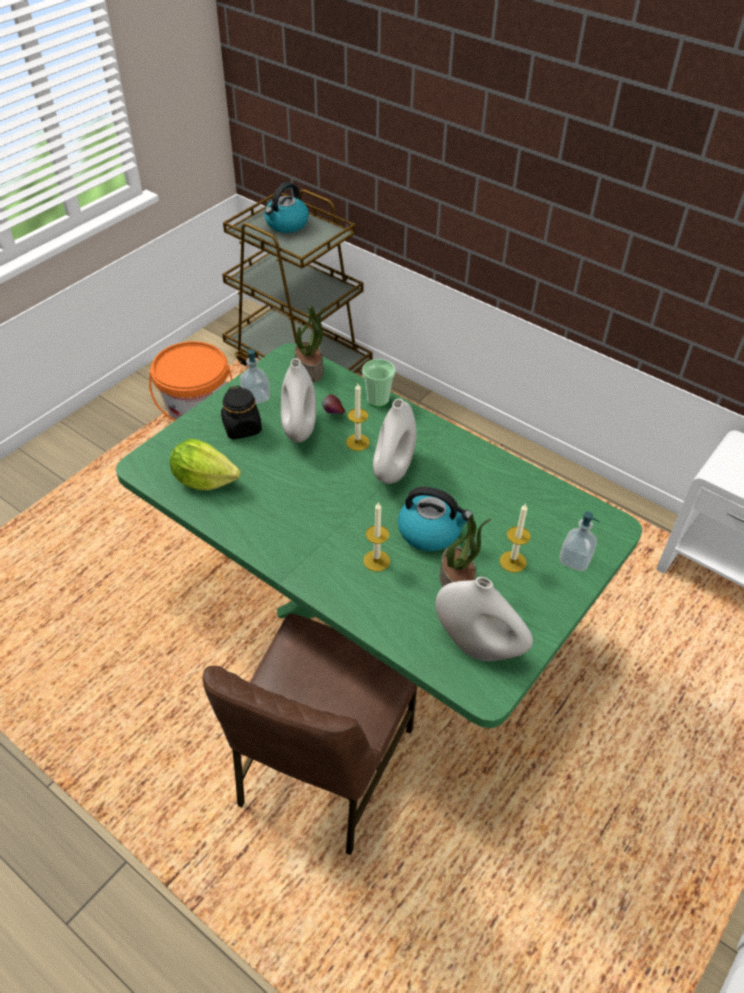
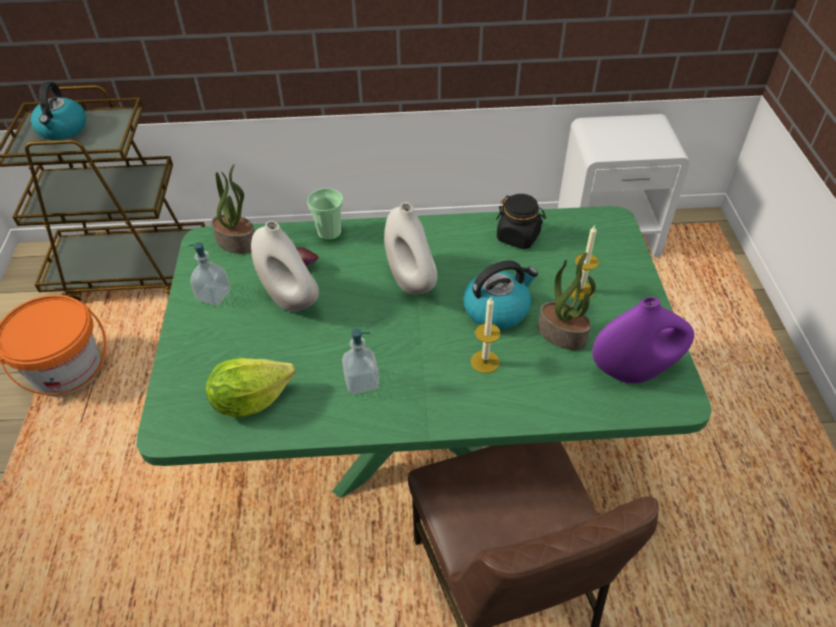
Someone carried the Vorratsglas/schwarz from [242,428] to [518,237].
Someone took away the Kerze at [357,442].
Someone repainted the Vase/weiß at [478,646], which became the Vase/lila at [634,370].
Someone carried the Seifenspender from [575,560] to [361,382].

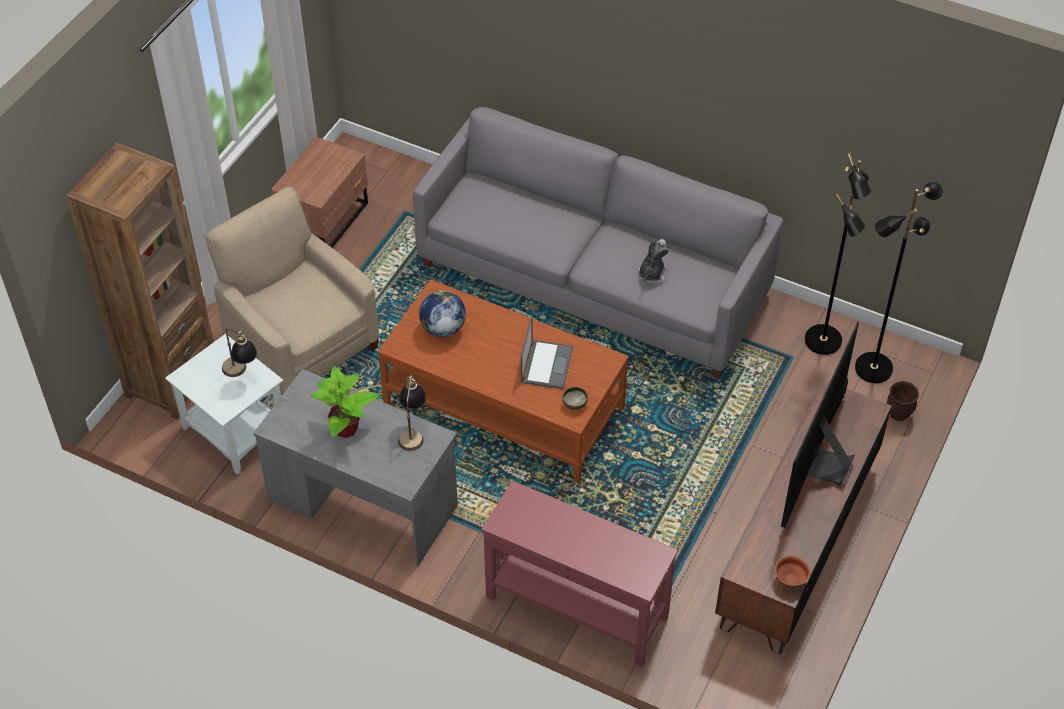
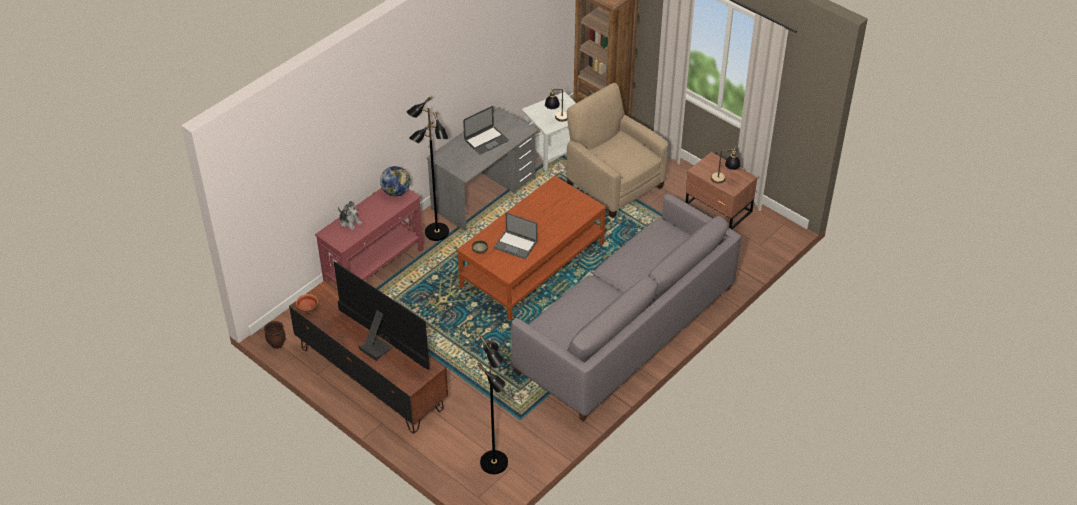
Someone rotated the Sessel/beige at [300,343] by 105 degrees counterclockwise.
Someone swapped the Topfpflanze at [346,429] for the Laptop at [486,140].
Someone carried the Tischlampe from [412,431] to [724,180].
Someone carried the Globus from [443,328] to [396,192].
Someone carried the Plüschtier from [651,274] to [350,222].
Someone carried the Stehlampe/schwarz from [824,341] to [436,233].
Someone carried the Pflanzkübel/braun from [897,414] to [277,344].

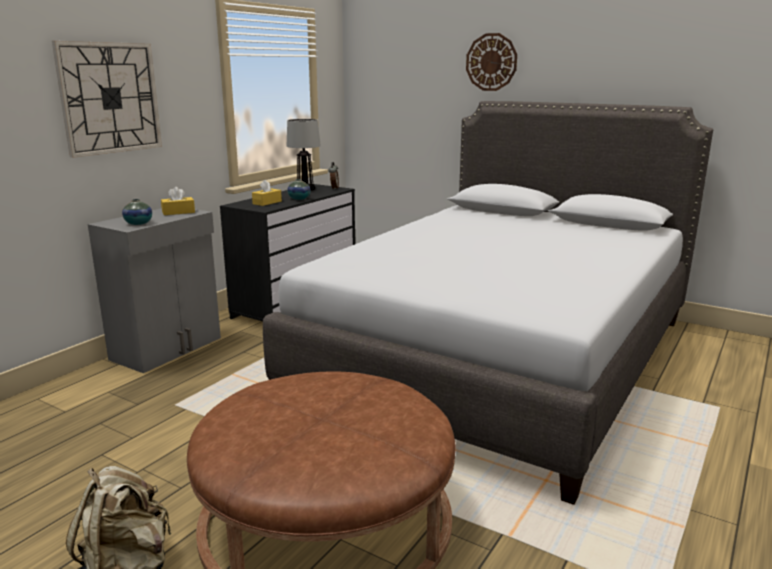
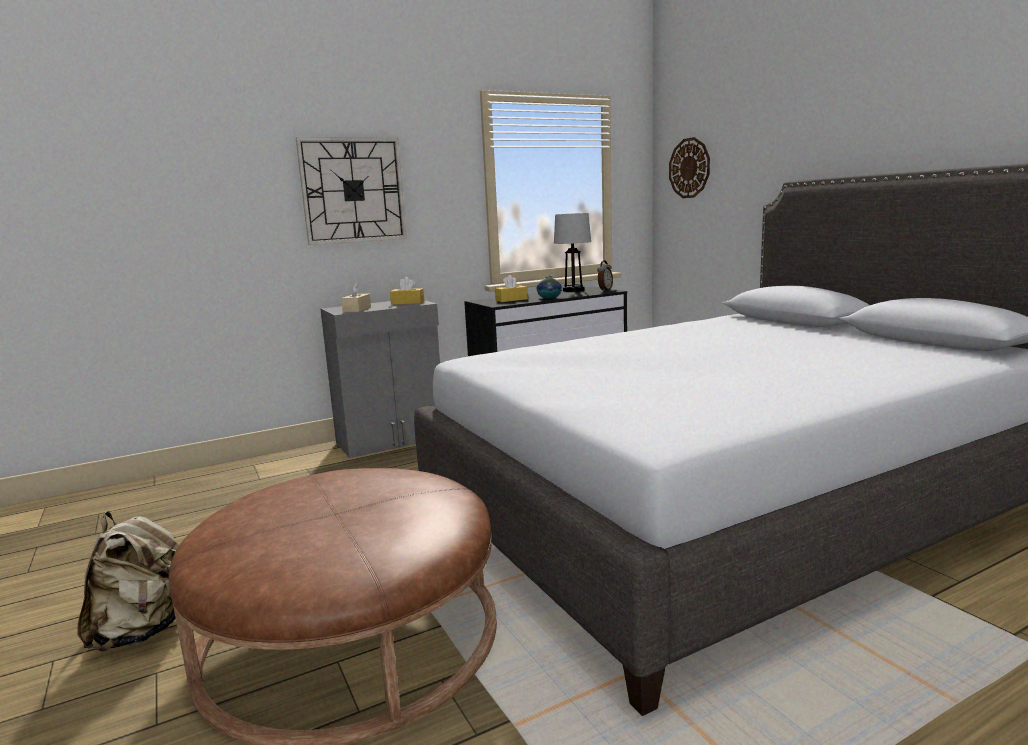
Someone swapped the Vase at [138,223] for the Taschentuchbox/beige at [357,309].
Someone carried the Wanduhr from [491,62] to [689,168].

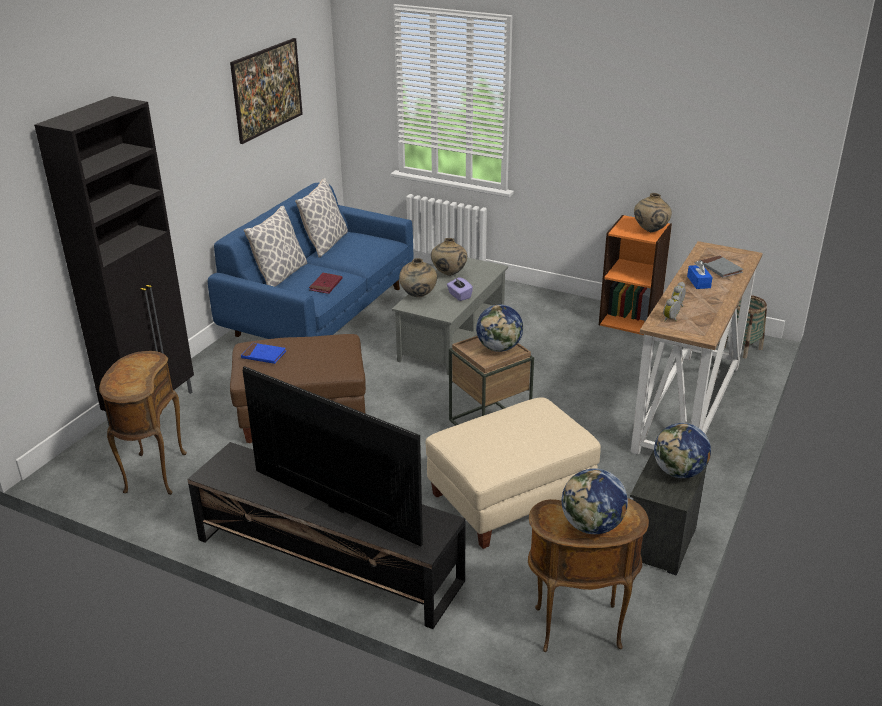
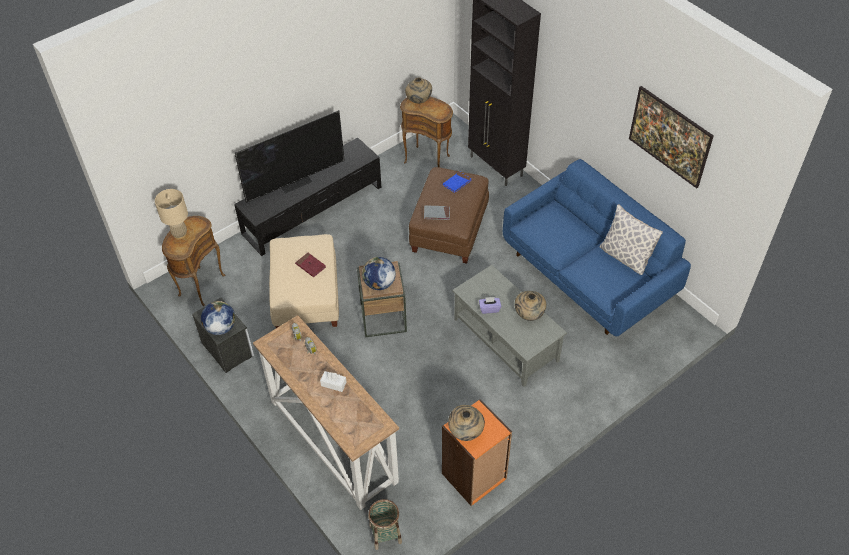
Someone took away the Kissen at [280,275].
Someone carried the Buch/rot from [326,285] to [310,266].
Someone carried the Vase/beige from [418,296] to [418,102].
Someone swapped the Globus at [592,526] for the Tischlampe/beige at [179,234].
Someone repainted the Taschentuchbox/blau at [698,282], which became the Taschentuchbox/weiß at [333,384].
Someone carried the Buch/grau from [720,268] to [436,213].

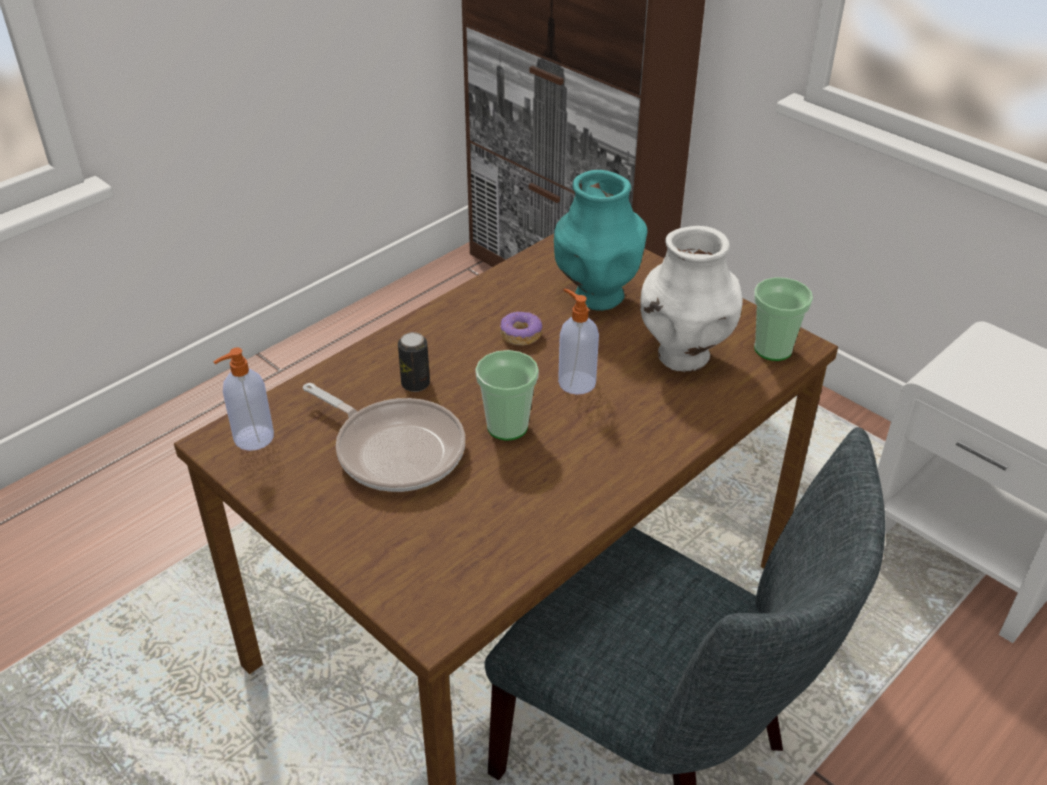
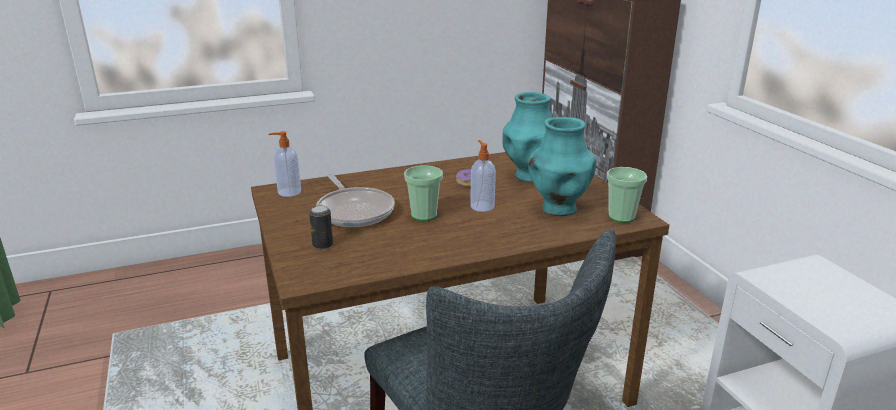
Someone carried the Dose from [415,384] to [322,245].
Someone repainted the Vase/weiß at [683,357], which became the Vase/türkis at [558,209].

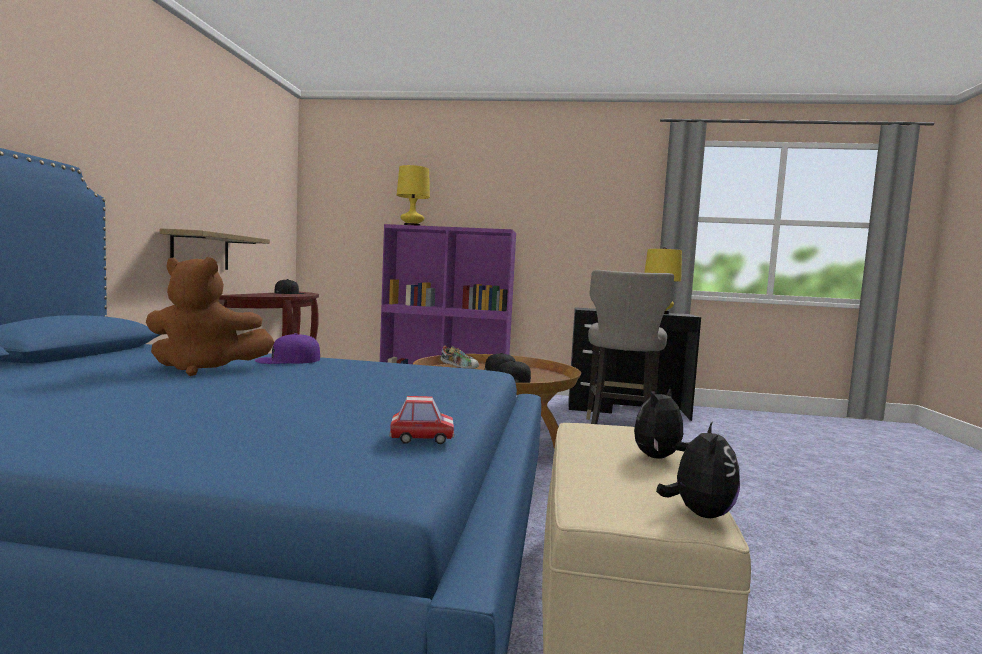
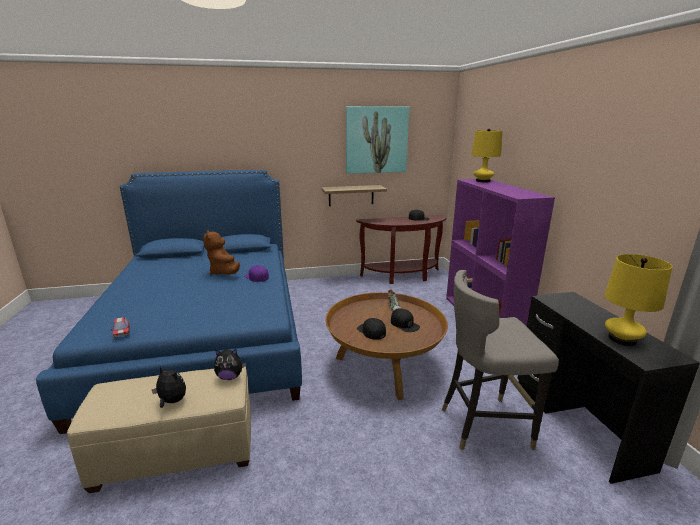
Someone carried the Plüschtier from [699,514] to [230,377].
Someone put up the Bild at [376,140].

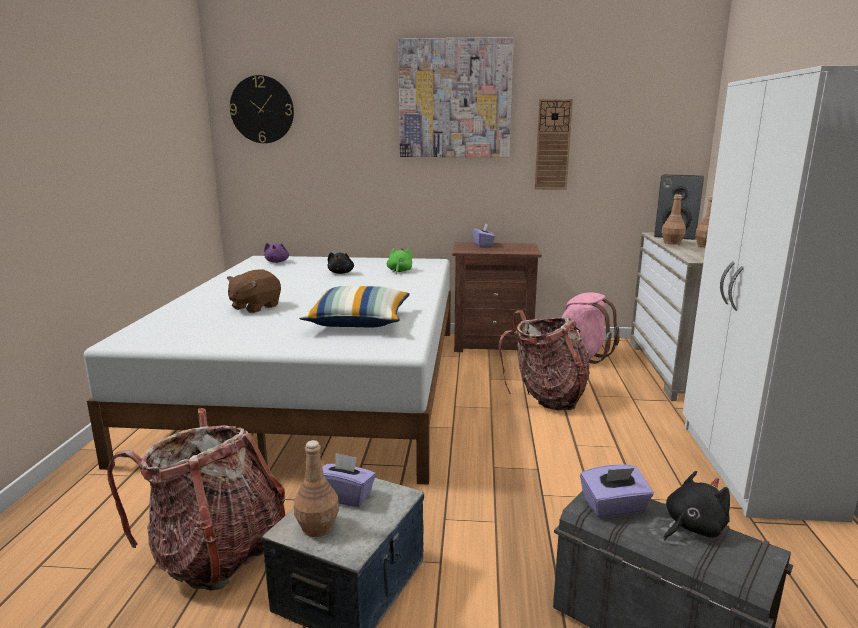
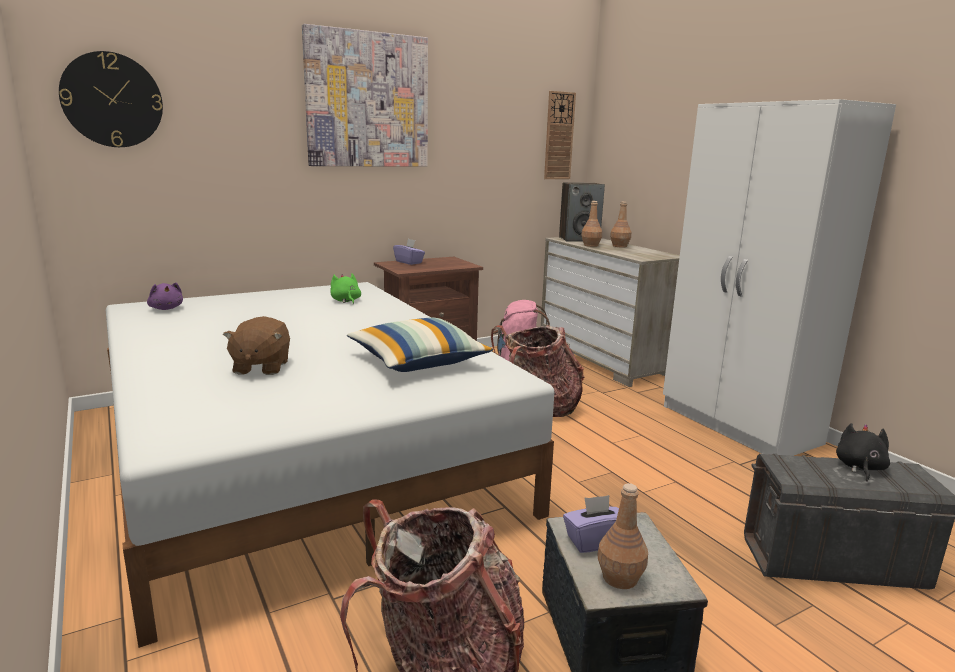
Someone took away the Plüschtier/schwarz at [341,273].
Someone carried the Wanduhr from [553,145] to [559,136].
Someone took away the Taschentuchbox/lila at [614,507].

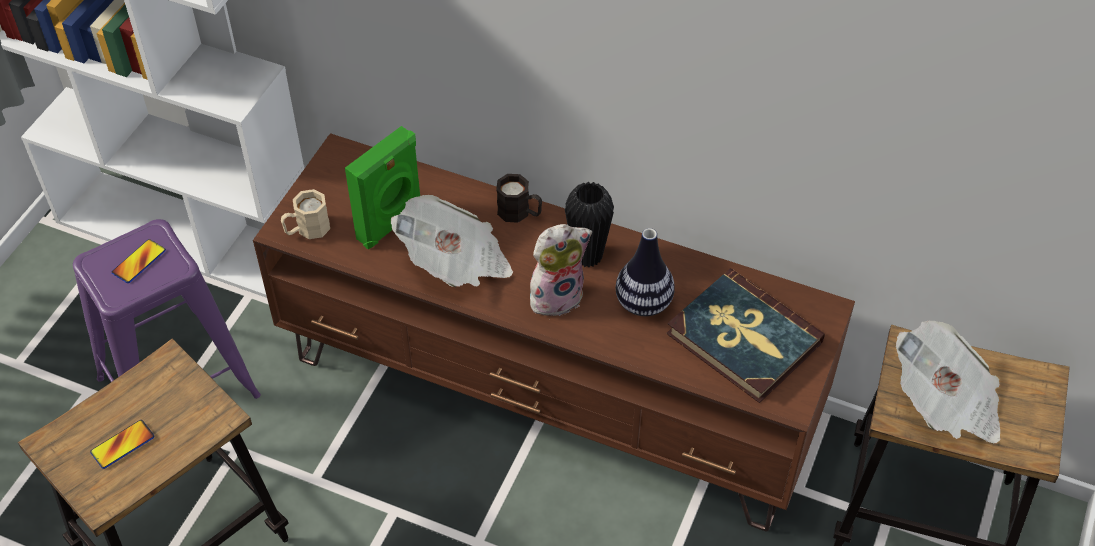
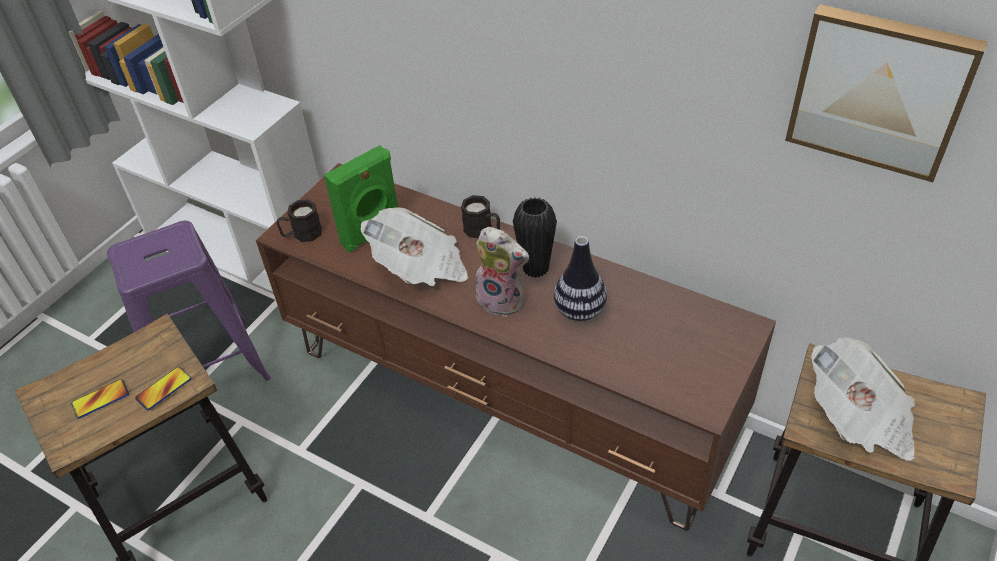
Someone carried the Handy from [139,262] to [164,389].
Someone repainted the Henkelbecher/beige at [307,229], which became the Henkelbecher/schwarz at [302,234].
Someone rotated the Plüschtier at [556,295] by 45 degrees clockwise.
Someone took away the Buch at [743,339].
Someone put up the Bild at [880,90].

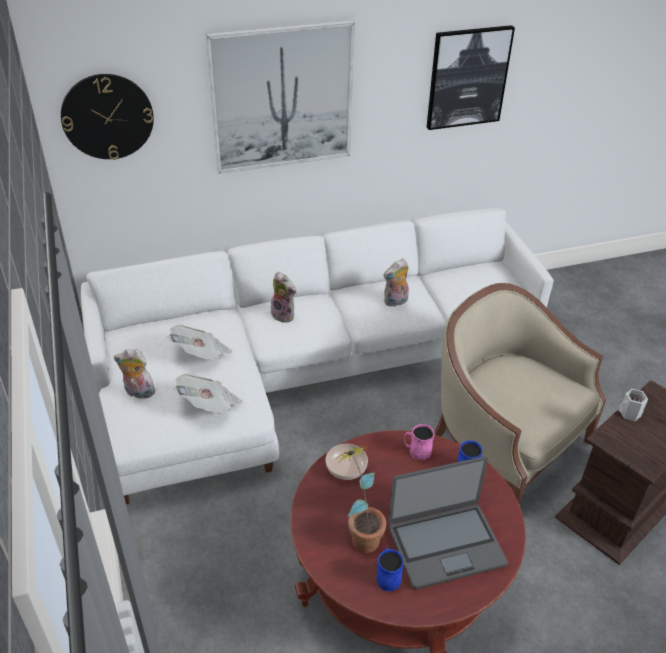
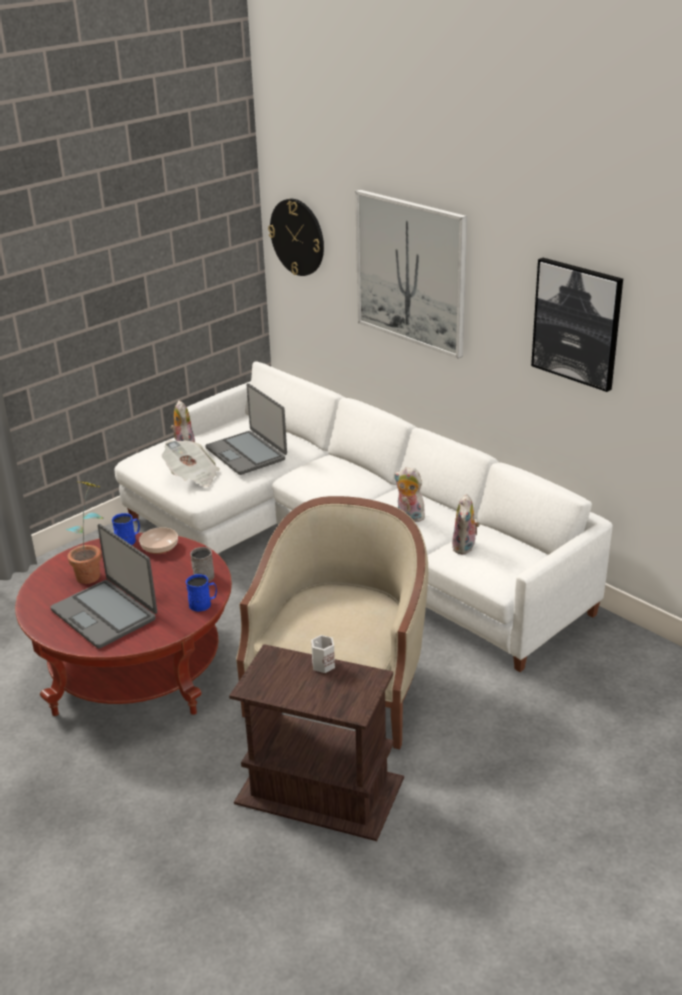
Someone swapped the Zeitung at [201,354] for the Laptop at [247,453].
Someone carried the Plüschtier from [284,315] to [465,547].
Someone carried the Henkelbecher/blau from [387,576] to [128,540].
Someone repainted the Henkelbecher/rosa at [417,451], which became the Henkelbecher/grau at [203,574].

